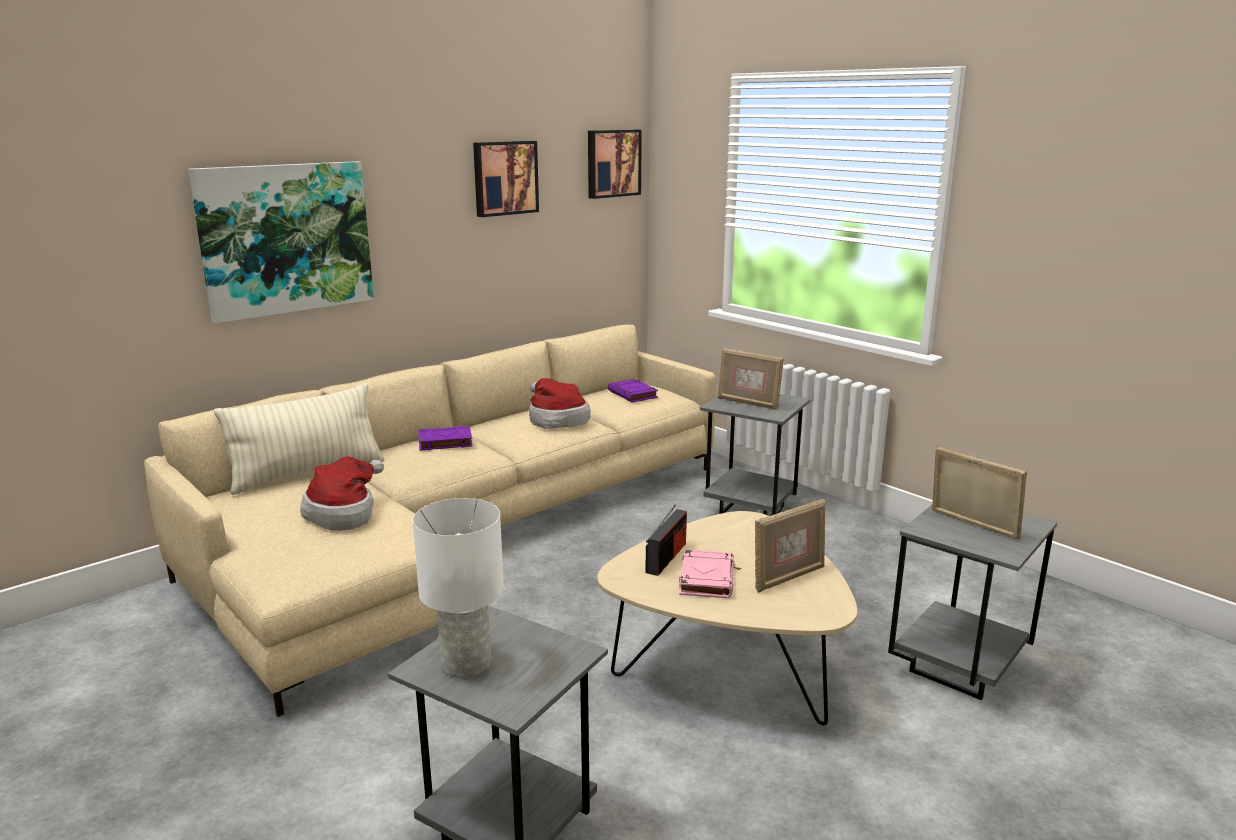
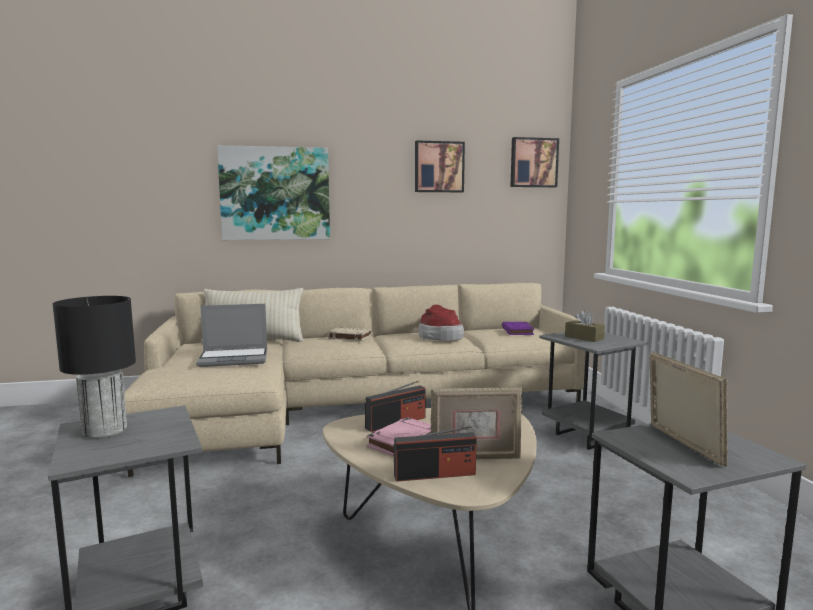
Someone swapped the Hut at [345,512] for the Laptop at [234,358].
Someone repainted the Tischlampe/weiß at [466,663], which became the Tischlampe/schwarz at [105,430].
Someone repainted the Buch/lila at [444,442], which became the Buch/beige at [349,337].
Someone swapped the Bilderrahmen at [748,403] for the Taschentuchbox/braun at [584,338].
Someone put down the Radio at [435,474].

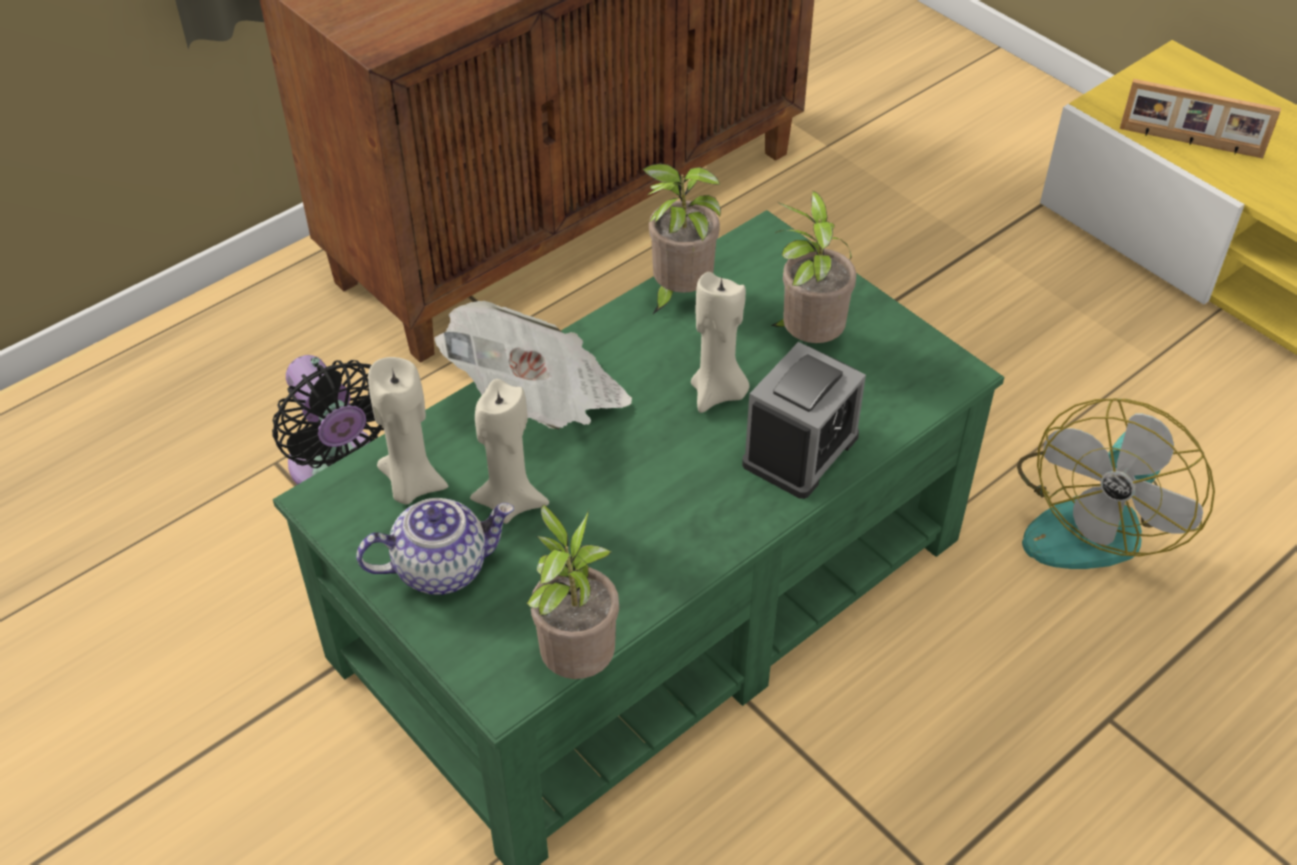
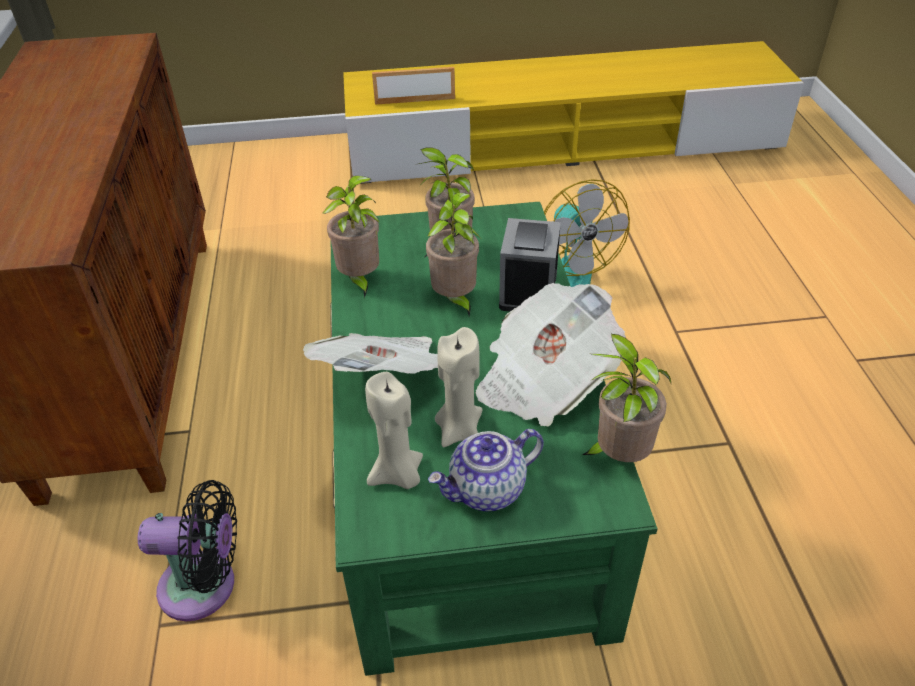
Someone rotated the Teekanne at [442,567] by 135 degrees counterclockwise.
Someone swapped the Kerze/beige at [718,393] for the Topfpflanze at [455,300].
Someone rotated the Wecker at [800,450] by 150 degrees counterclockwise.
Someone rotated the Bilderrahmen at [1190,143] by 150 degrees counterclockwise.
Someone put down the Zeitung at [544,380].

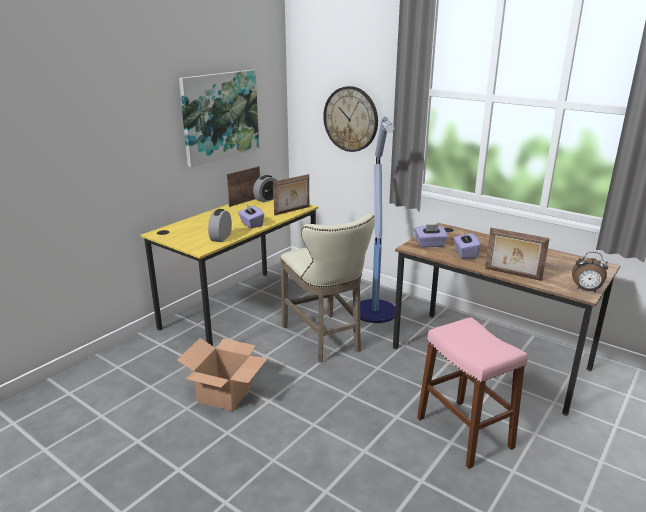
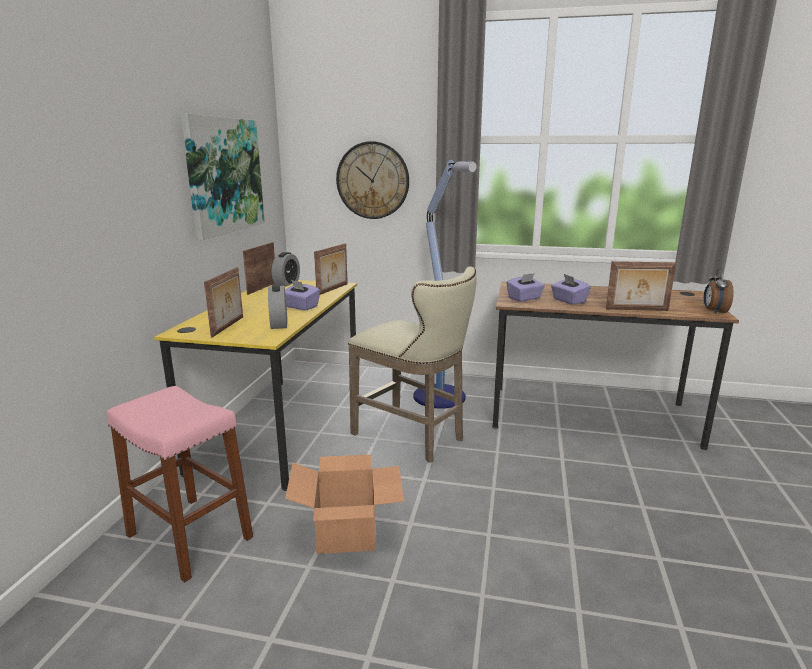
Someone carried the Hocker/rosa from [464,432] to [189,536].
Someone rotated the Wecker at [586,290] by 105 degrees clockwise.
Someone put down the Bilderrahmen at [229,326].

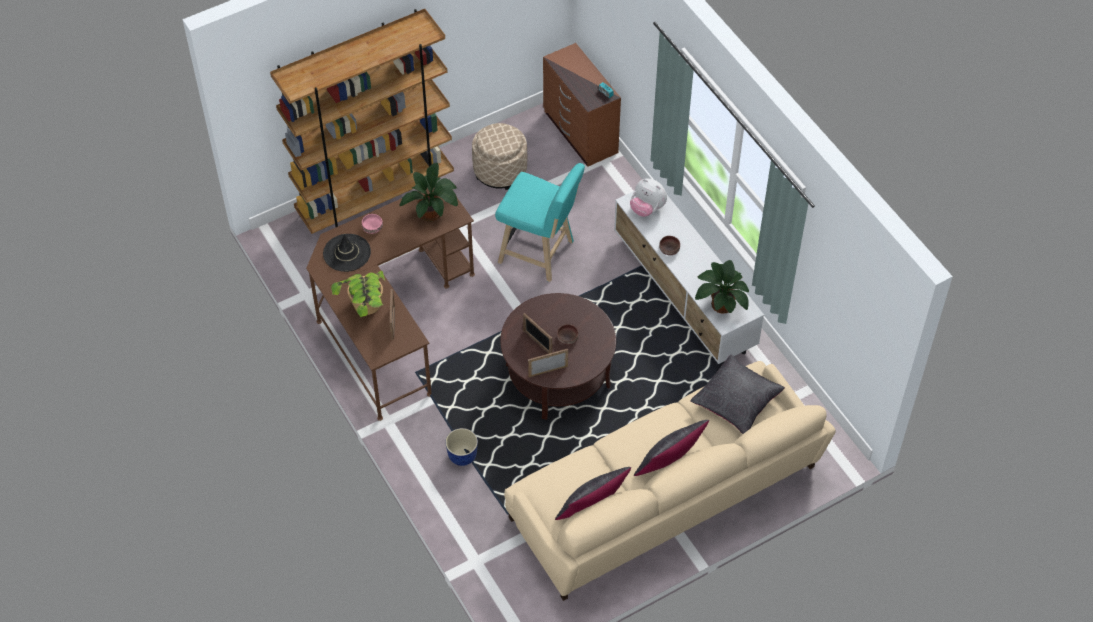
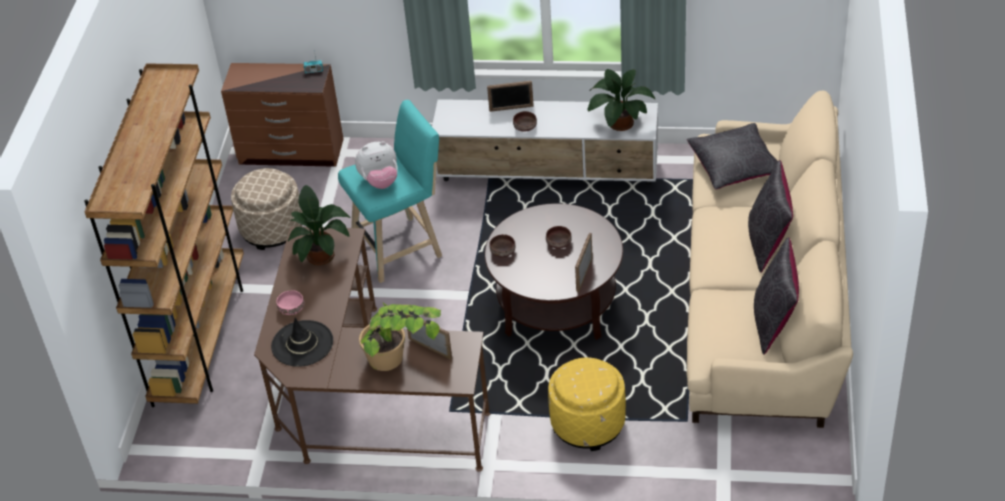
Someone swapped the Pflanzkübel at [463,457] for the Polsterhocker/gelb at [588,423].
Someone carried the Bilderrahmen from [537,342] to [511,108].
Someone carried the Plüschtier from [647,209] to [380,181].
Someone put down the Schüssel/braun at [502,251].

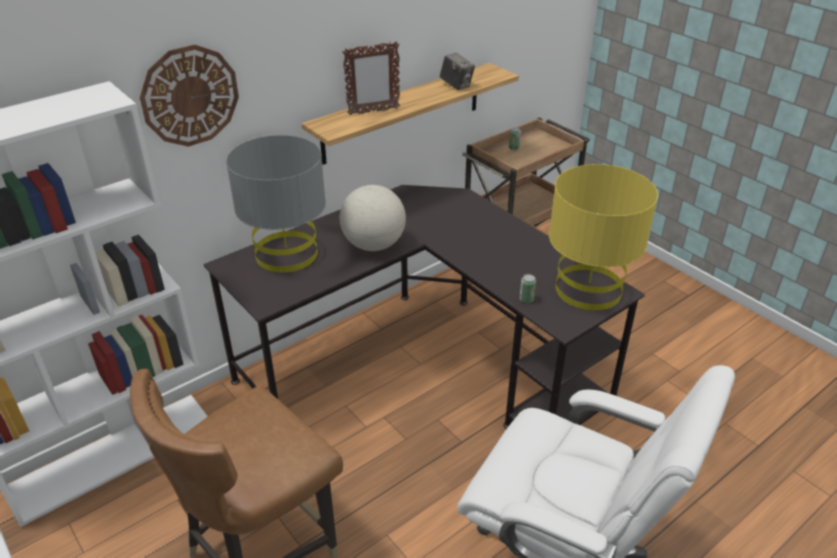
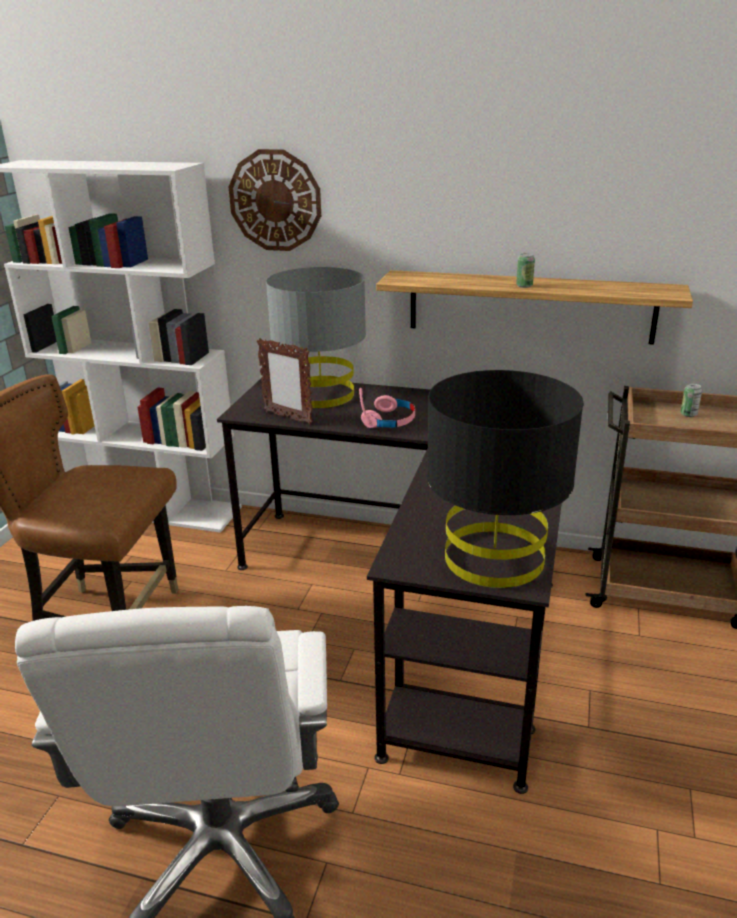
Someone swapped the Globus at [374,245] for the Kopfhörer/rosa at [390,421].
Someone carried the Bilderrahmen from [373,111] to [288,417].
Someone took away the Kamera at [456,85].
Someone carried the Dose from [526,299] to [524,286].
Someone repainted the Tischlampe/gelb at [588,289], which became the Tischlampe/schwarz at [494,558].

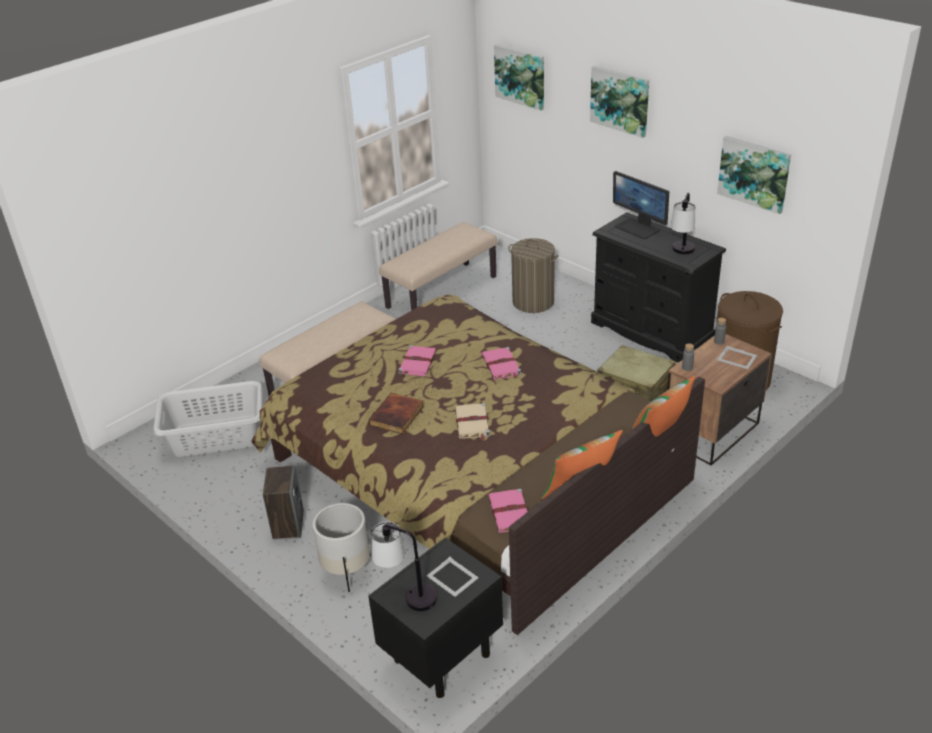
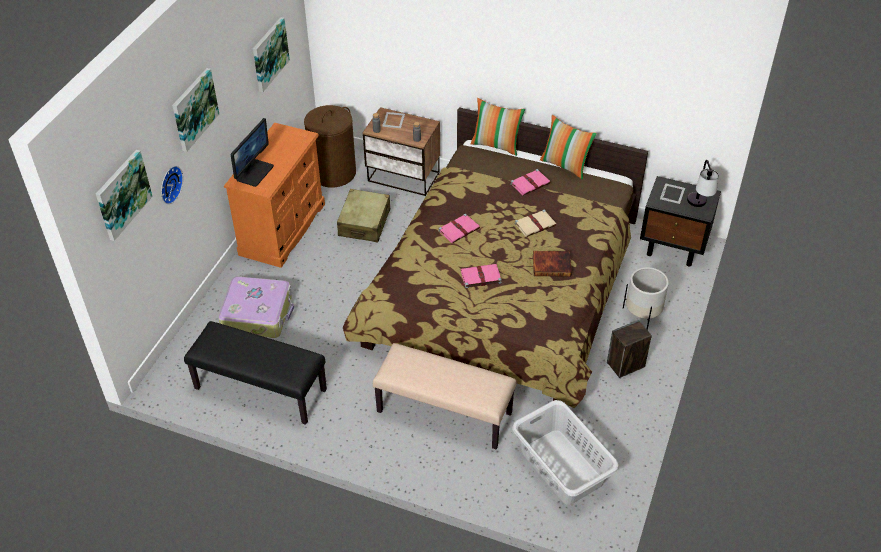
Someone repainted the Bank/beige at [441,292], which became the Bank/schwarz at [259,390].
Someone carried the Buch/rosa from [510,513] to [530,183].
Someone swapped the Wäschekorb at [533,302] for the Koffer at [258,314].
Someone repainted the Kommode/schwarz at [651,331], which became the Kommode/orange at [283,229].
Someone took away the Tischlampe at [682,254].
Someone put up the Wanduhr at [169,184].

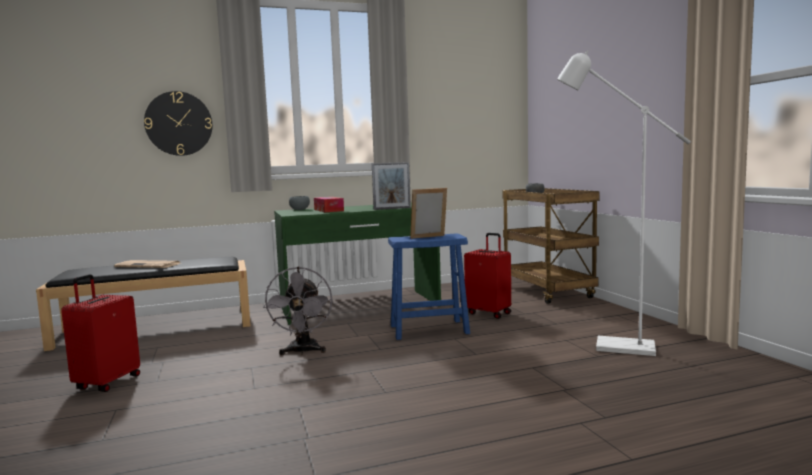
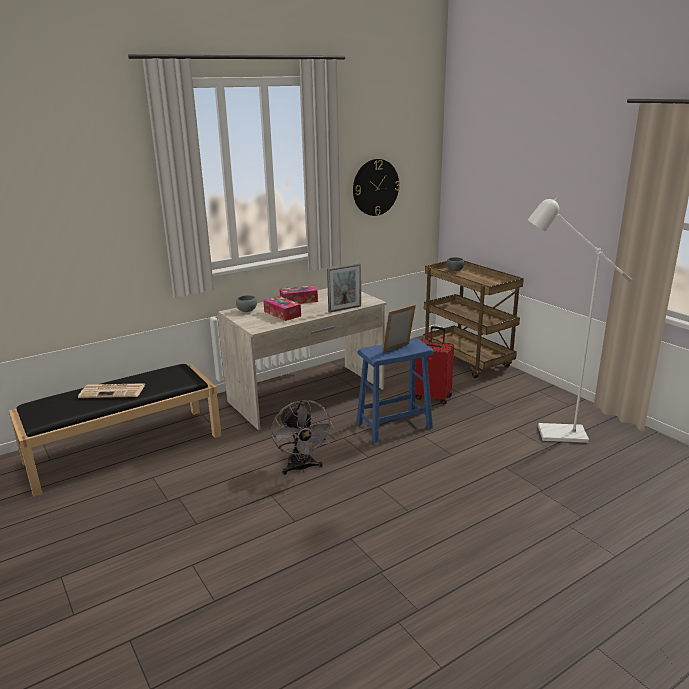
Someone took away the Koffer/rot at [107,383].
Someone carried the Wanduhr from [179,123] to [375,187].
Someone repainted the Schreibtisch/grün at [359,306], which became the Schreibtisch/beige at [307,395].
Someone put down the Taschentuchbox at [298,300].

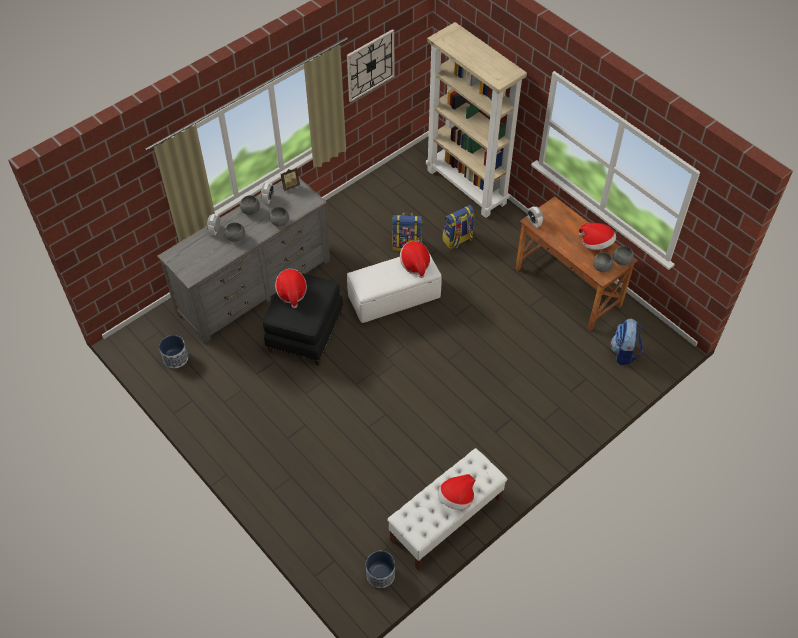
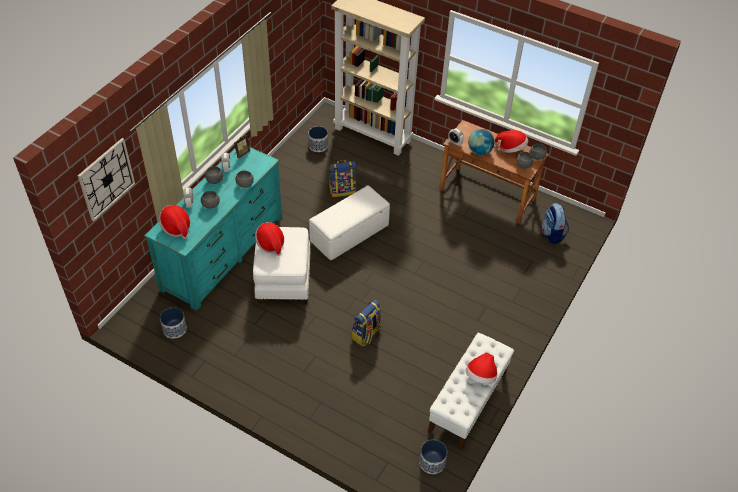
Someone repainted the Kommode/grau at [254,286], which became the Kommode/türkis at [223,252].
Someone repainted the Polsterhocker/schwarz at [304,331], which became the Polsterhocker/weiß at [283,279].
Someone carried the Wanduhr from [370,65] to [106,179].
Someone carried the Hut from [415,264] to [176,228].
Someone carried the Rucksack from [458,240] to [366,334].
Someone put down the Pflanzkübel at [318,145].
Someone put down the Globus at [479,151].

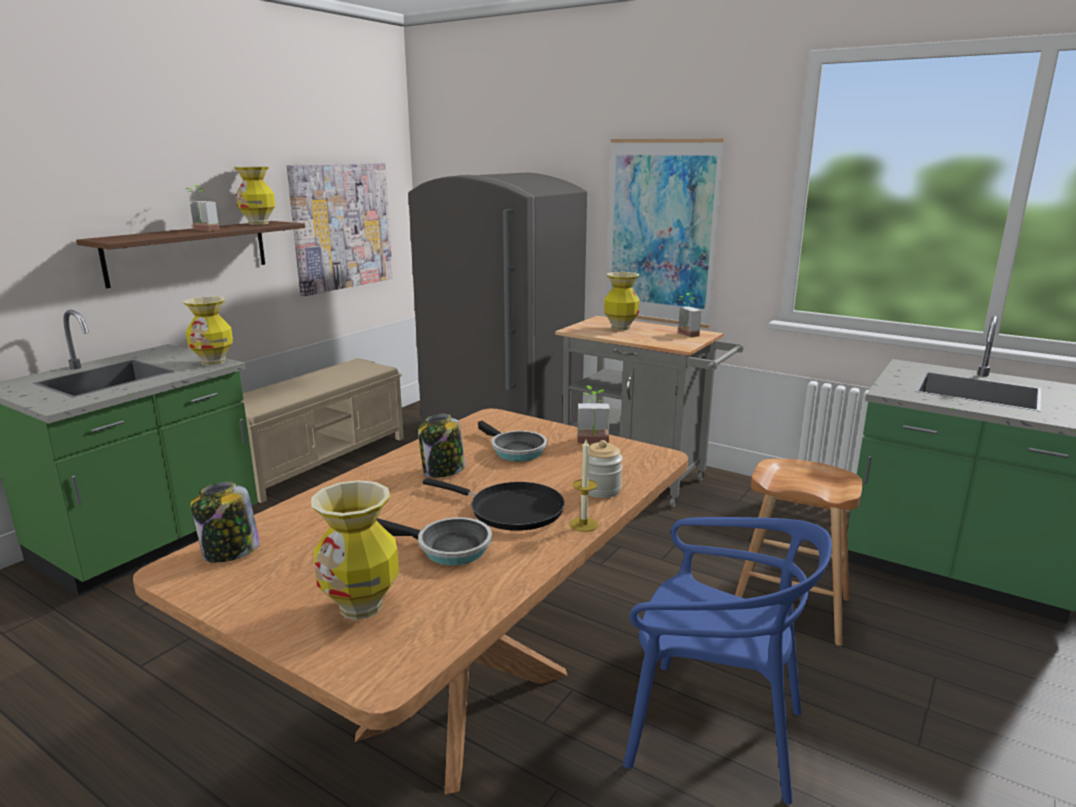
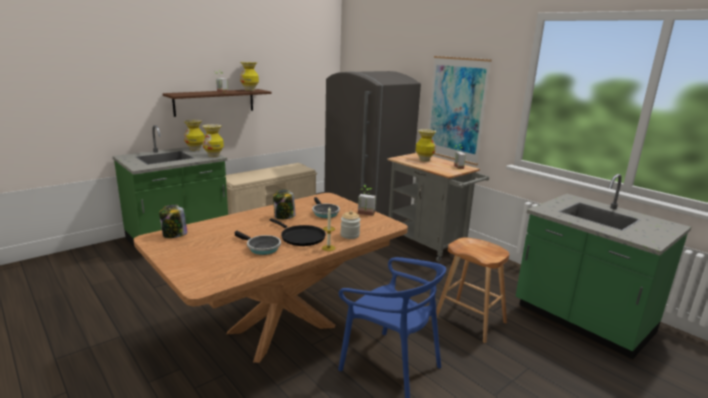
Someone took away the Bild at [341,226].
Someone carried the Vase from [361,606] to [195,149].

